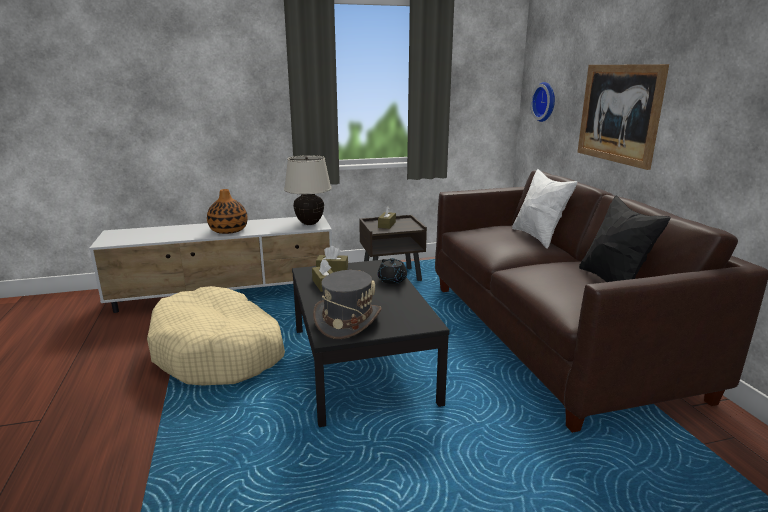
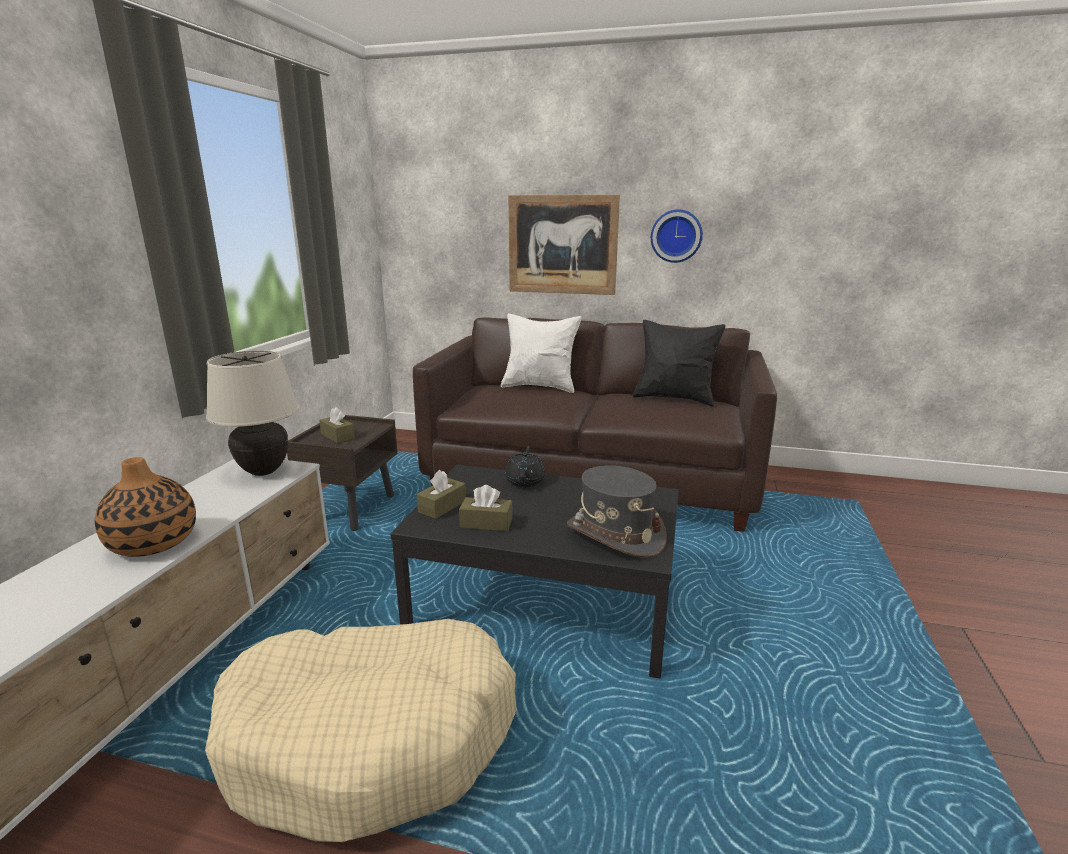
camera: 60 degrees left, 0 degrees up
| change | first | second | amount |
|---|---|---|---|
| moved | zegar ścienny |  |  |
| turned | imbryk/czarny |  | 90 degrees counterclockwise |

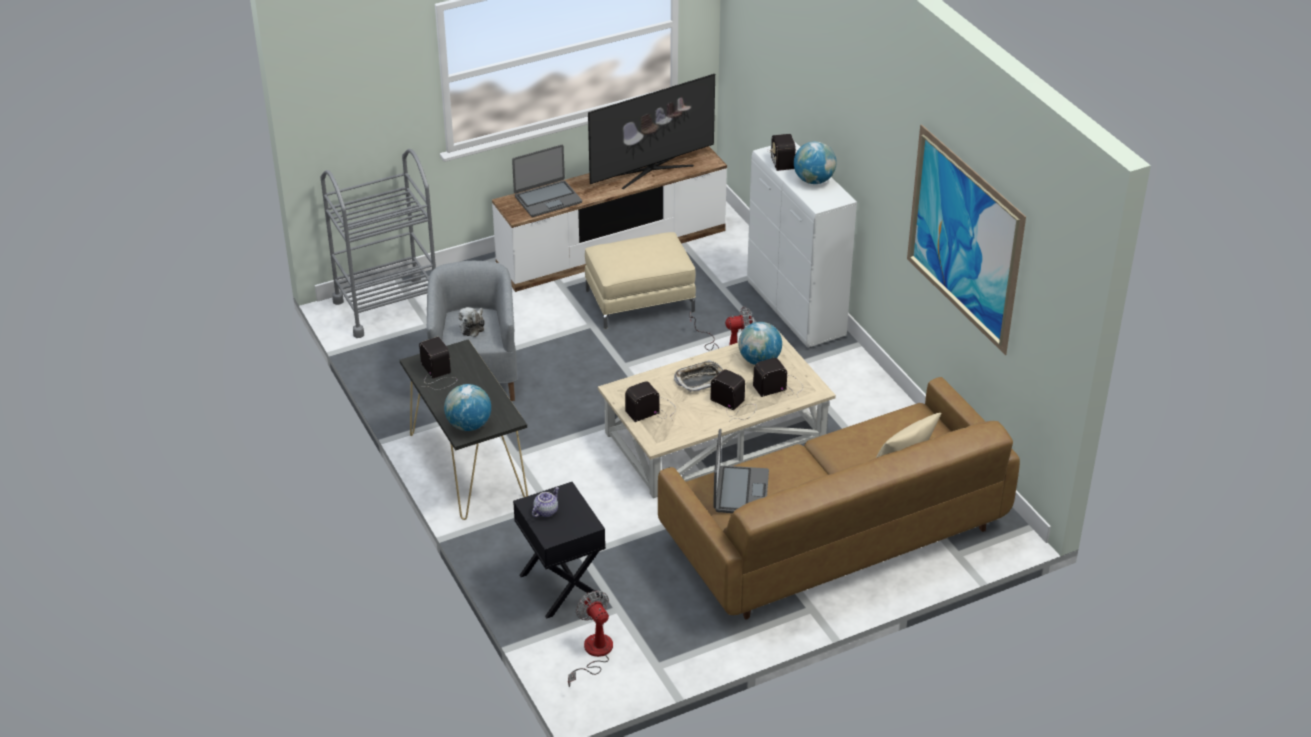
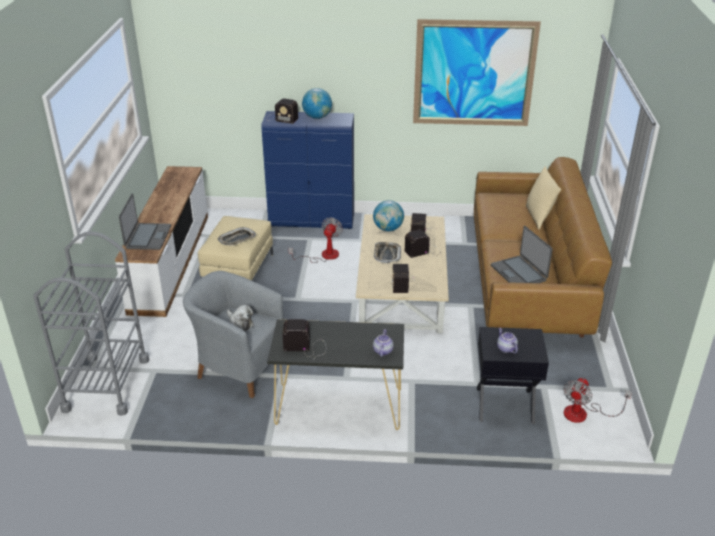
camera: 60 degrees left, 5 degrees down
| change | first | second | amount |
|---|---|---|---|
| removed | telewizor |  |  |
| added |  | taca (1st from left) |  |
| replaced | globus (1st from left) | imbryk (1st from left) |  |
| recoloured | szafka/biały | szafka/niebieski |  |
| turned | wentylator (1st from left in the first image) | wentylator (2nd from left) | 60 degrees counterclockwise |
| turned | laptop (2nd from left) |  | 150 degrees counterclockwise |

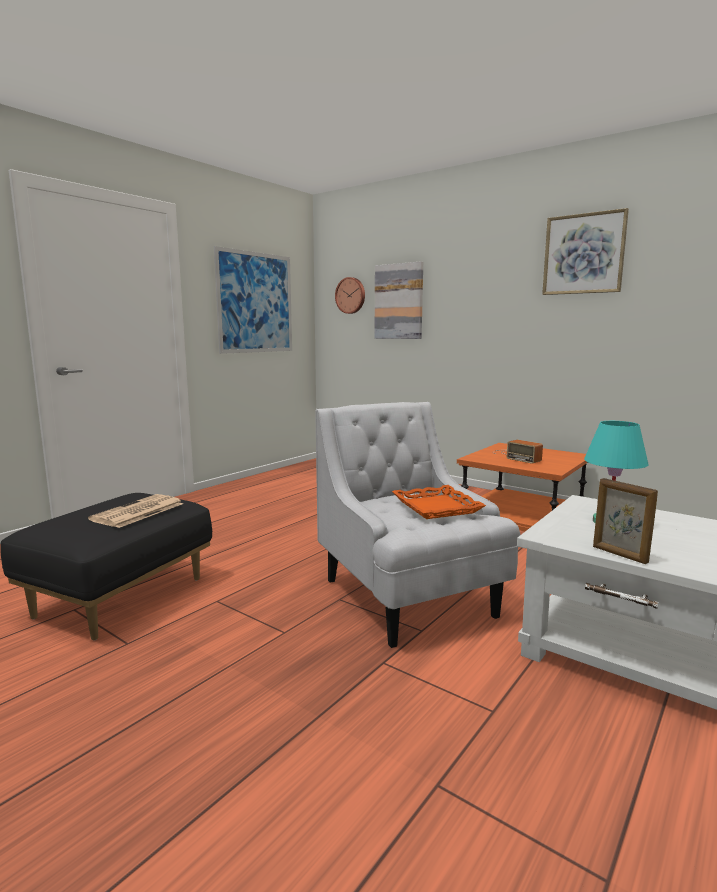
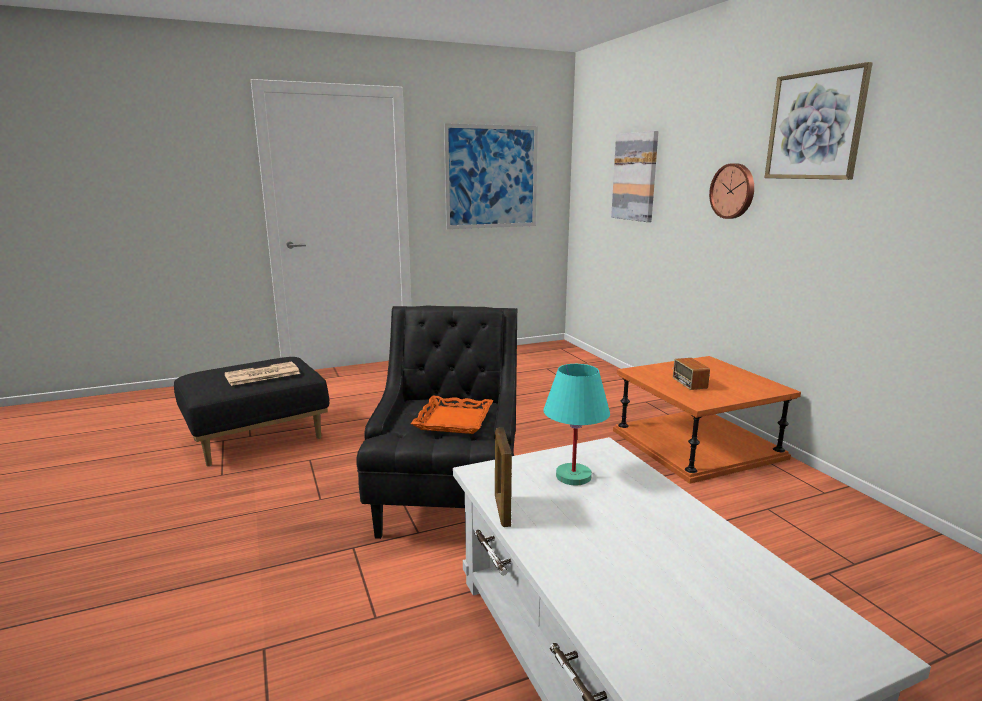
camera: 30 degrees right, 5 degrees up
| change | first | second | amount |
|---|---|---|---|
| moved | zegar ścienny |  |  |
| recoloured | fotel/biały | fotel/czarny |  |

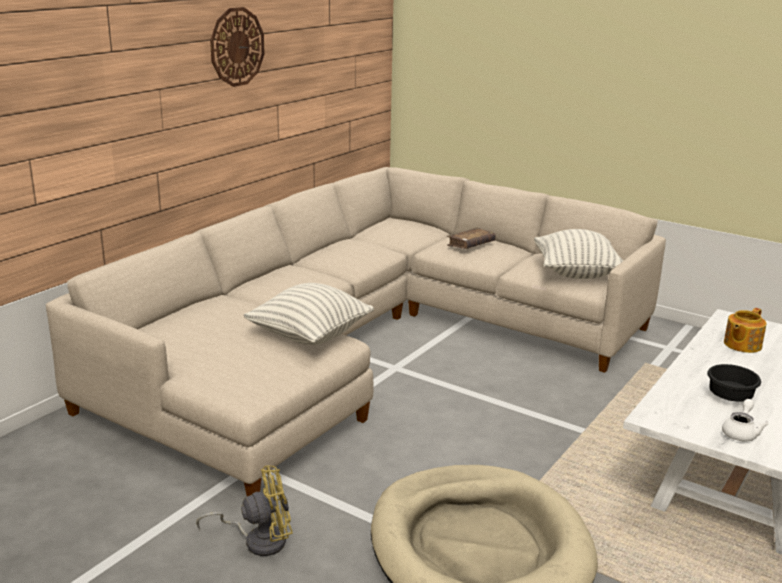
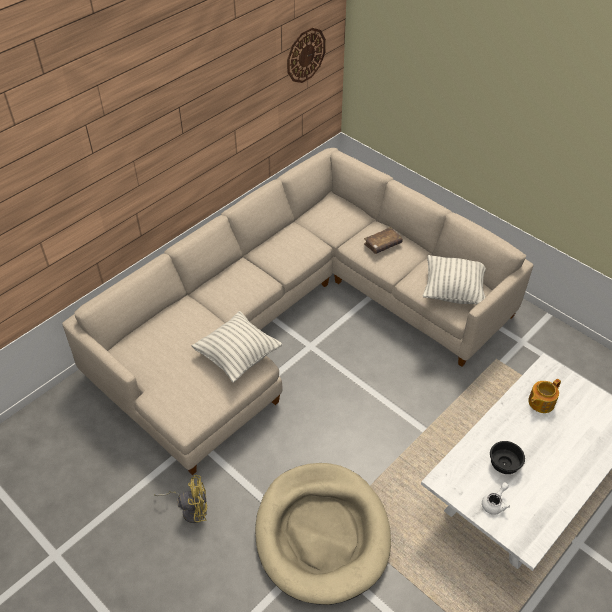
camera: 10 degrees right, 25 degrees up
| change | first | second | amount |
|---|---|---|---|
| moved | zegar ścienny |  |  |

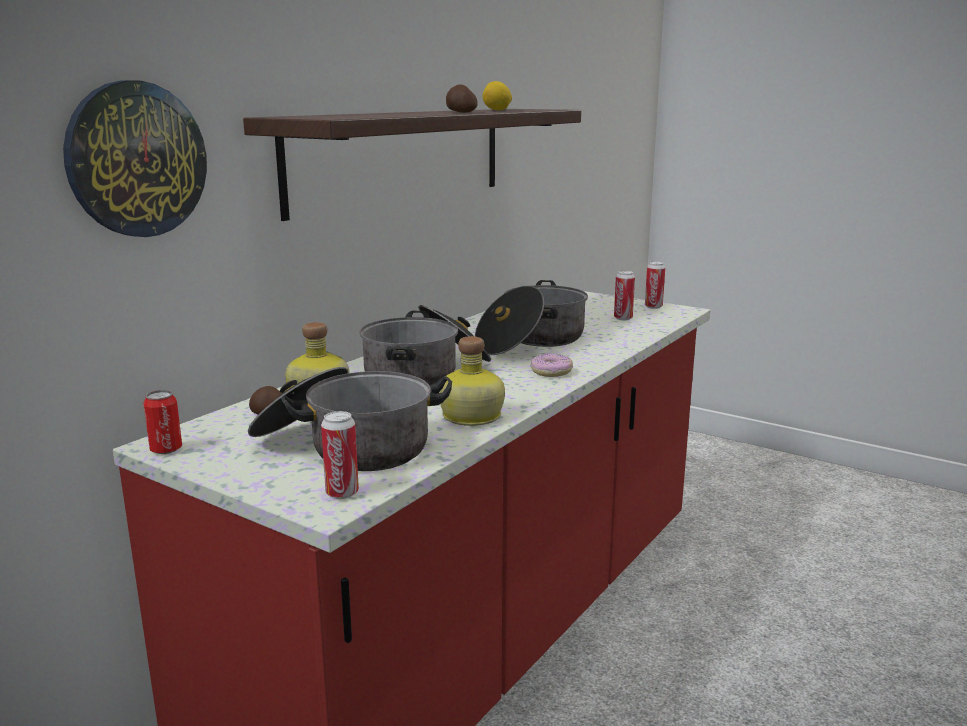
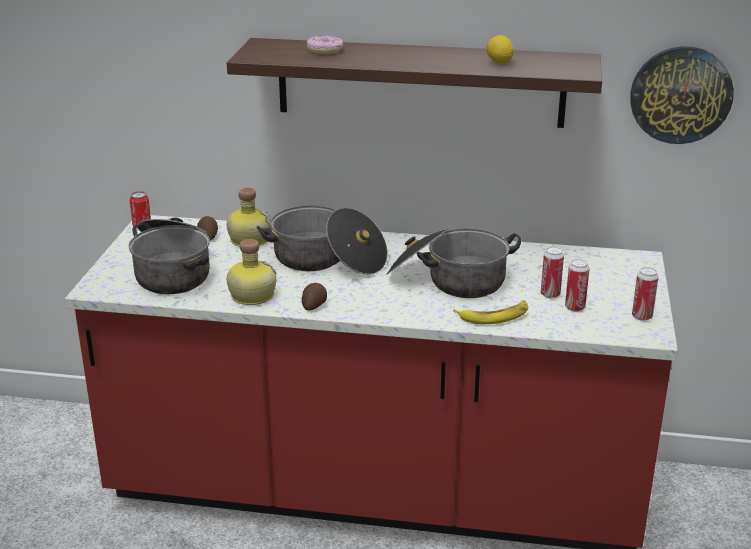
camera: 65 degrees right, 10 degrees up
| change | first | second | amount |
|---|---|---|---|
| added |  | banan |  |
| moved | zegar ścienny |  |  |
| moved | puszka (2nd from left) |  |  |
| moved | ziemniak (2nd from left) |  |  |
| moved | donut |  |  |

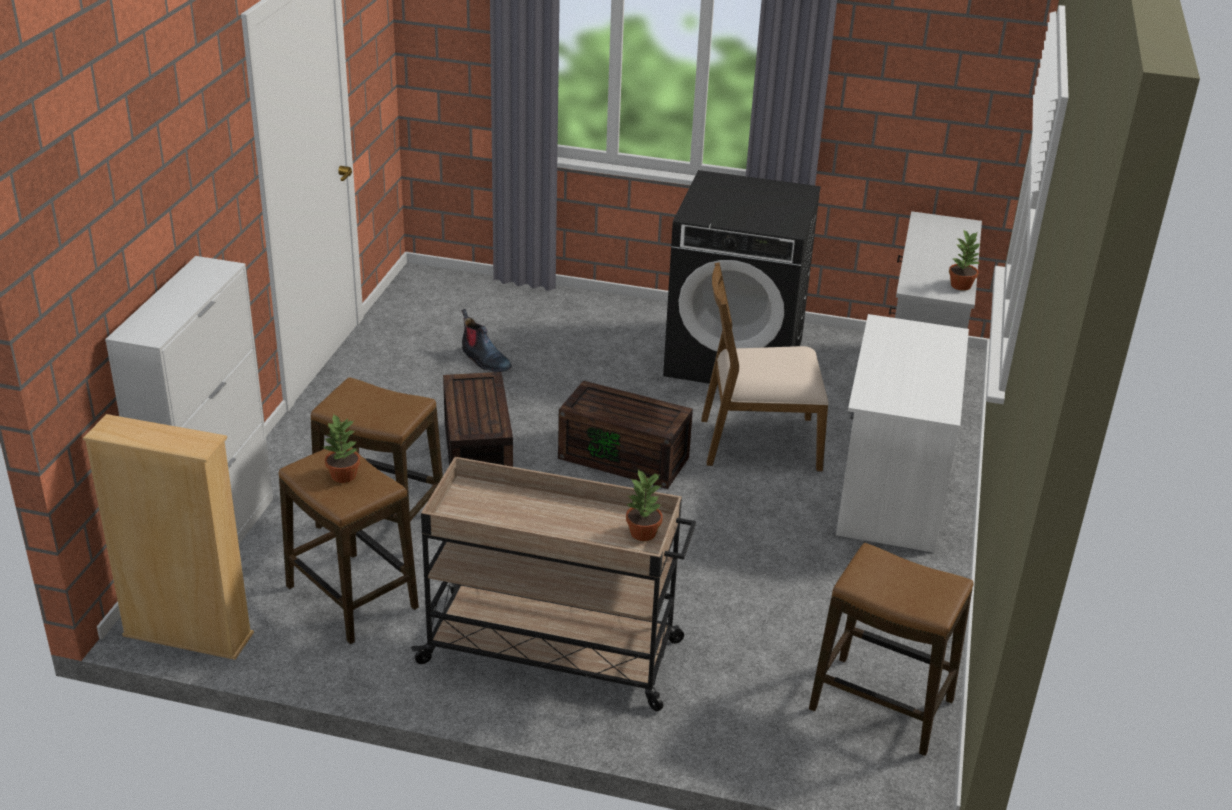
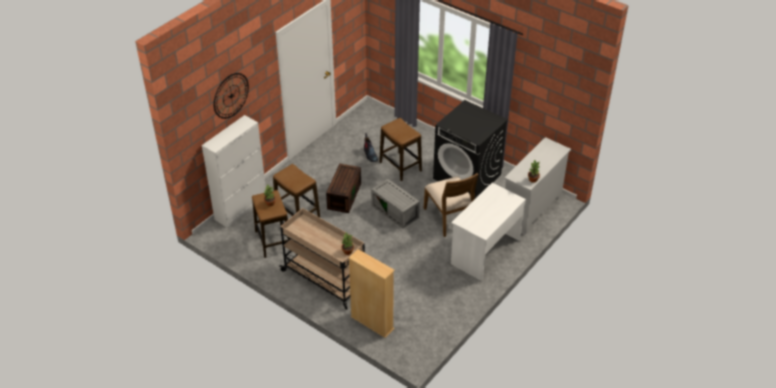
camera: 25 degrees right, 10 degrees up
| change | first | second | amount |
|---|---|---|---|
| added |  | zegar ścienny |  |
| moved | regał/beżowy |  |  |
| moved | stołek (3rd from left) |  |  |
| recoloured | pojemnik do przechowywania/brązowy (2nd from left) | pojemnik do przechowywania/szary |  |
| turned | krzesło/brązowy |  | 135 degrees counterclockwise |

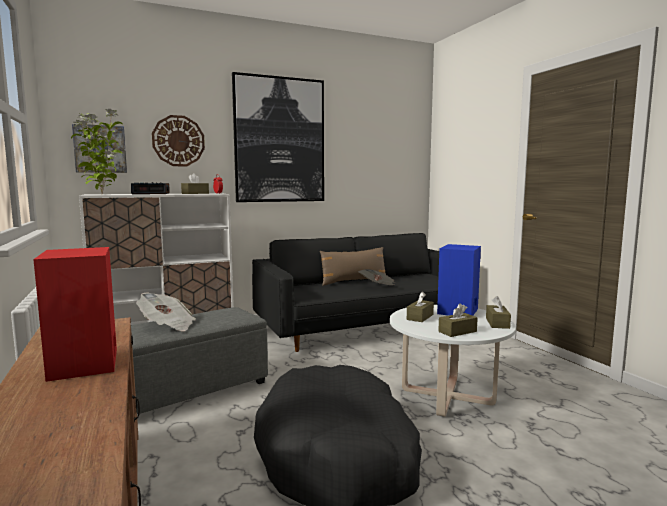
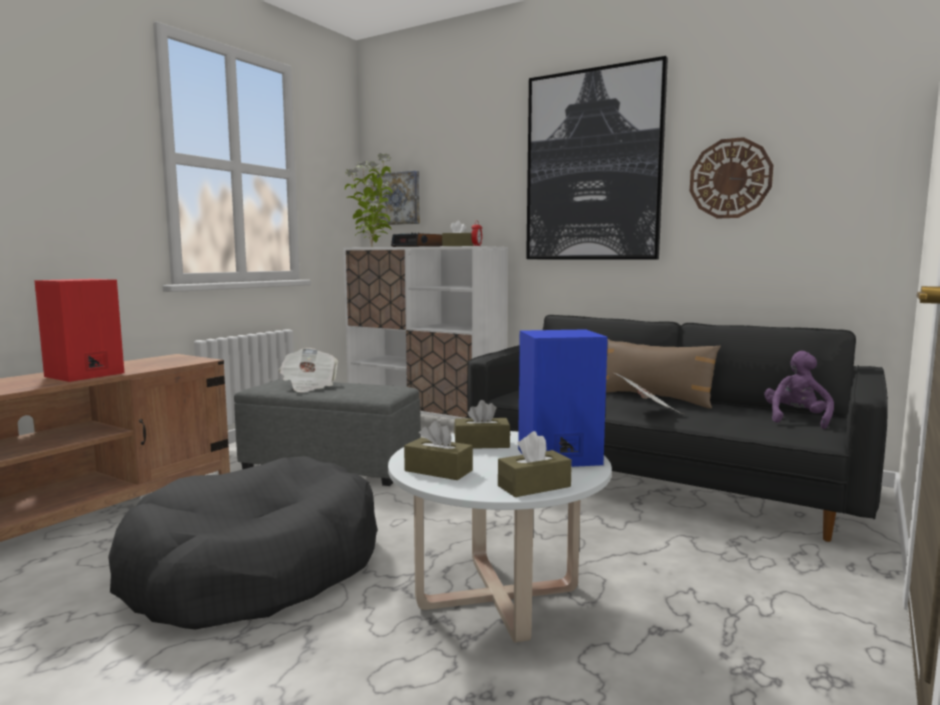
camera: 55 degrees right, 0 degrees up
| change | first | second | amount |
|---|---|---|---|
| added |  | pluszak/fioletowy |  |
| moved | zegar ścienny |  |  |

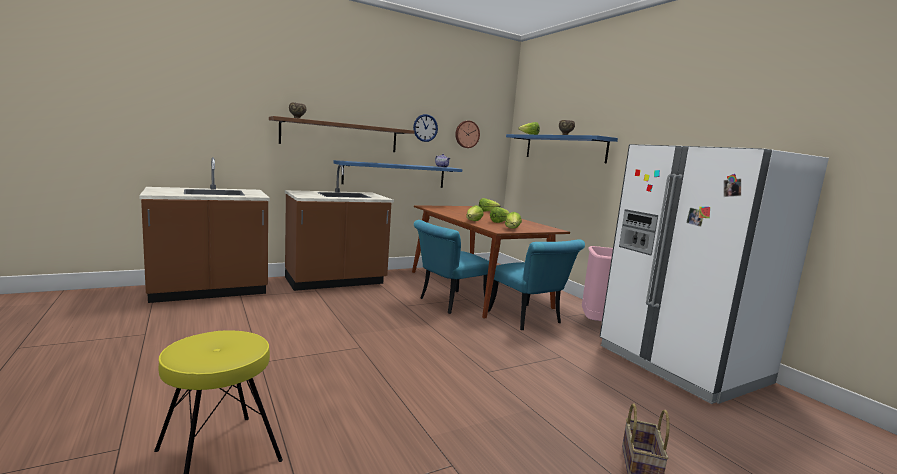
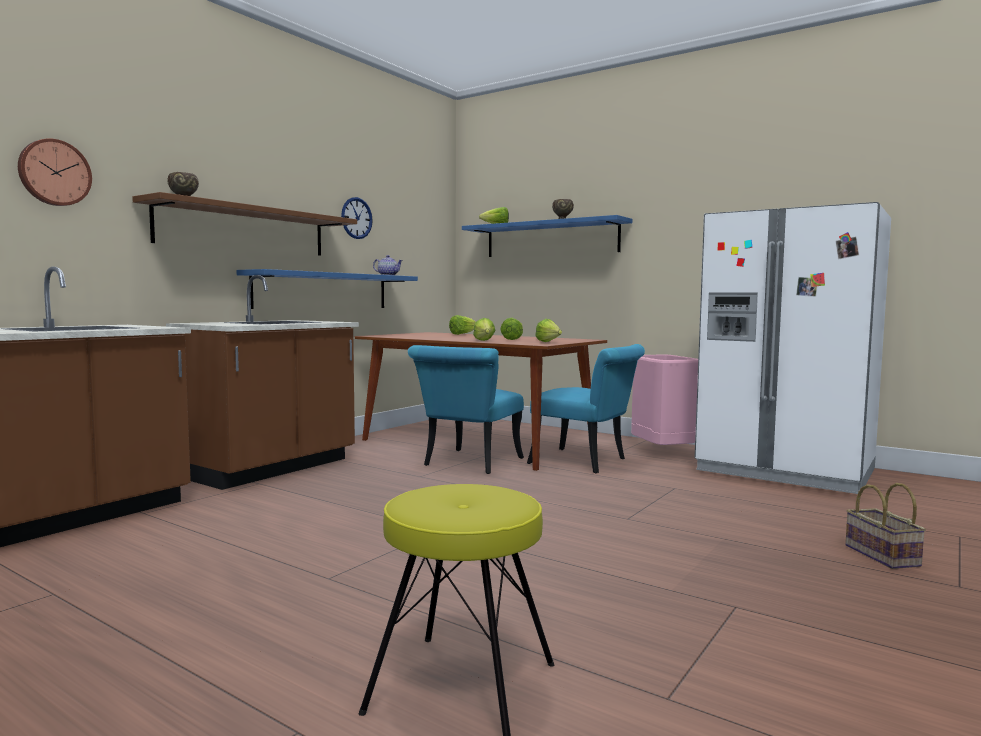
camera: 25 degrees left, 5 degrees down
| change | first | second | amount |
|---|---|---|---|
| moved | zegar ścienny (2nd from left in the first image) | zegar ścienny (1st from left) |  |

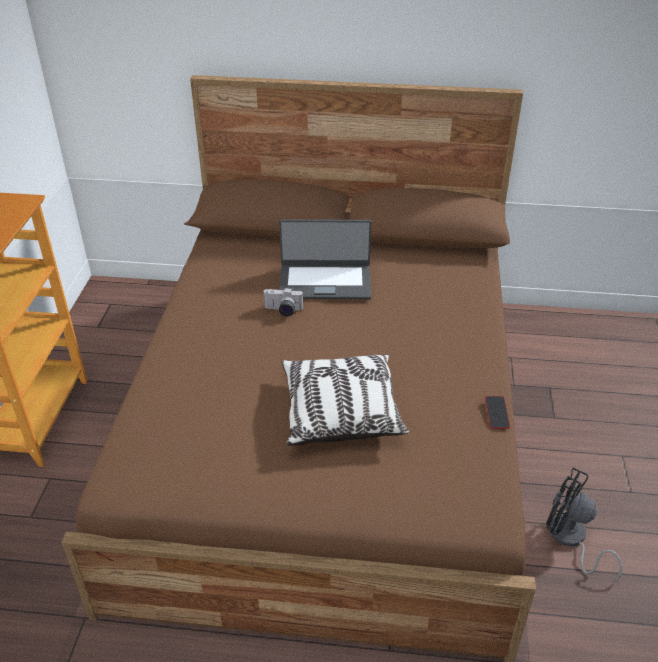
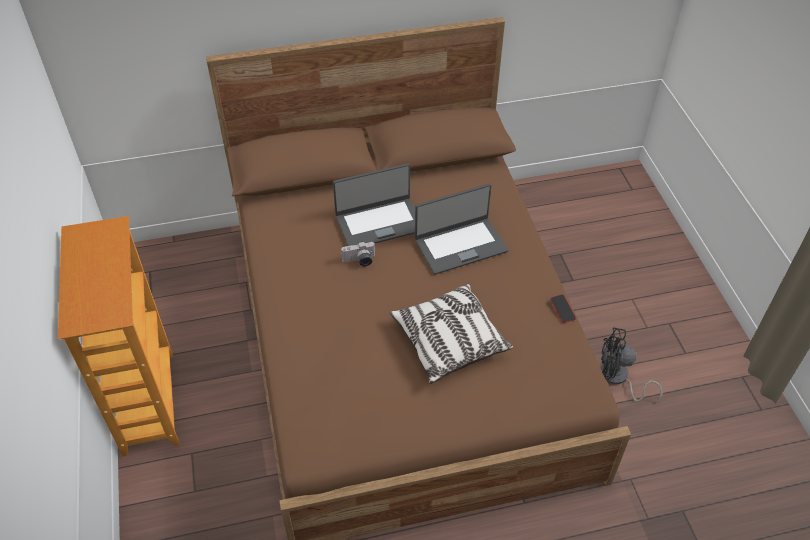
camera: 20 degrees left, 10 degrees up
| change | first | second | amount |
|---|---|---|---|
| added |  | laptop (2nd from left) |  |

